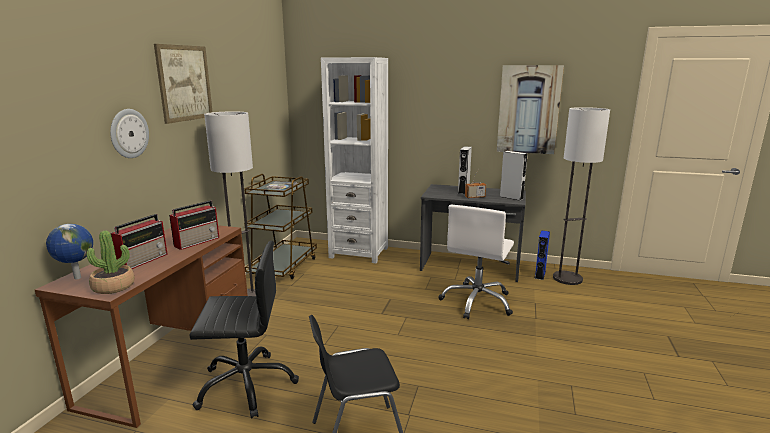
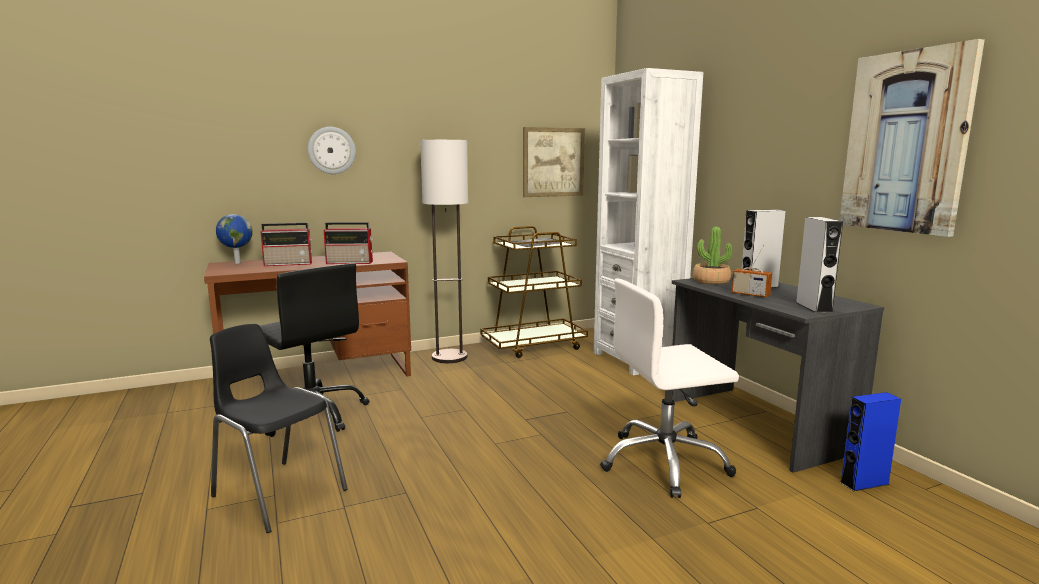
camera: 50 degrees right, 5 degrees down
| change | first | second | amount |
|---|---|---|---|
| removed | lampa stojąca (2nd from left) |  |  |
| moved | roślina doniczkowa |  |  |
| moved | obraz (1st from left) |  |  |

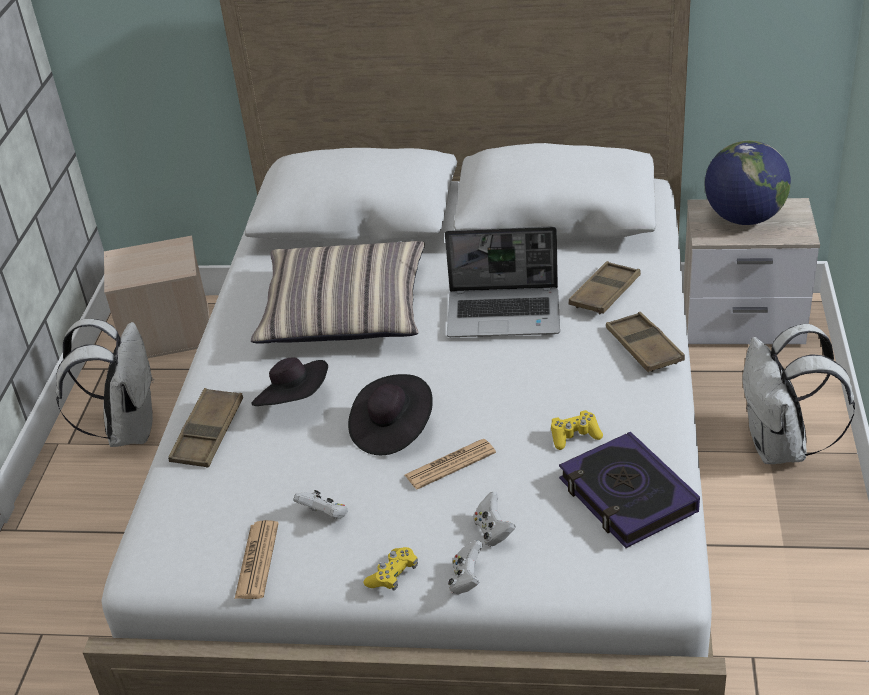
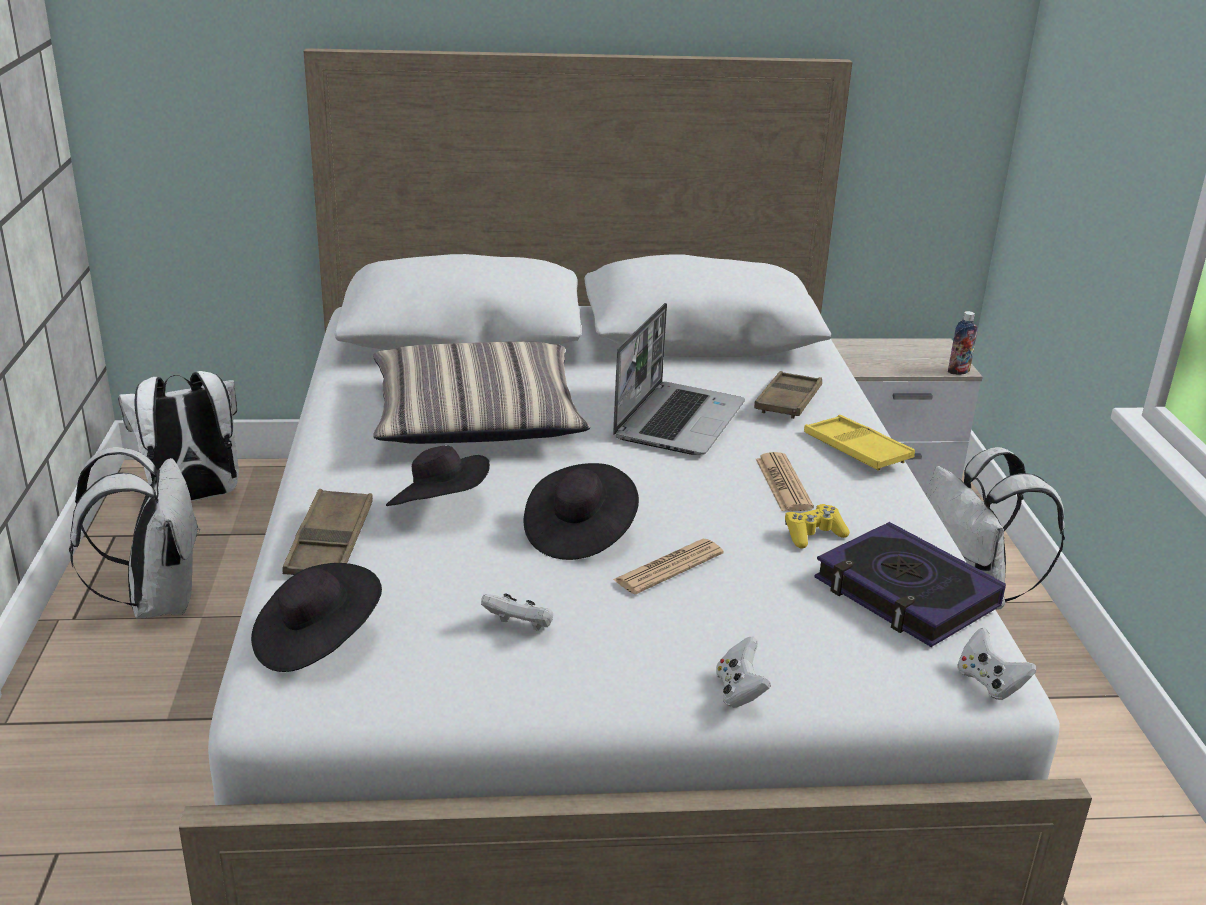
camera: 15 degrees left, 10 degrees down
| change | first | second | amount |
|---|---|---|---|
| removed | pad do gier/żółty (1st from left) |  |  |
| removed | globus |  |  |
| added |  | kapelusz/czarny (1st from left) |  |
| added |  | butelka |  |
| moved | gazeta (1st from left in the first image) | gazeta (2nd from left) |  |
| moved | pad do gier/biały (3rd from left) |  |  |
| replaced | pojemnik do przechowywania/beżowy | plecak/biały (2nd from left) |  |
| recoloured | taca/brązowy (3rd from left) | taca/żółty |  |
| turned | laptop |  | 60 degrees counterclockwise |

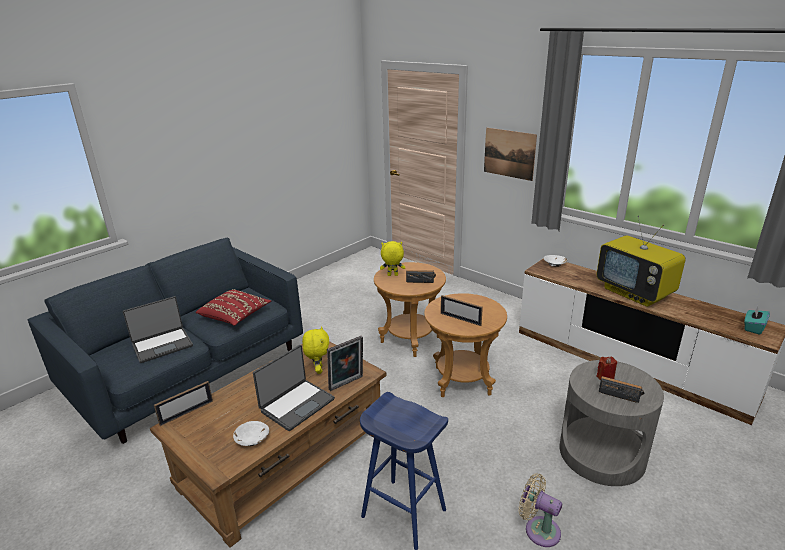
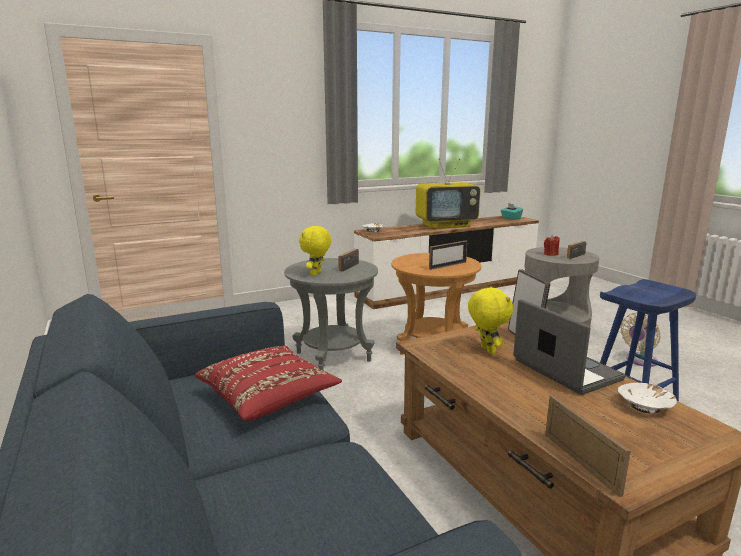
camera: 70 degrees left, 10 degrees down
| change | first | second | amount |
|---|---|---|---|
| removed | laptop (1st from left) |  |  |
| removed | obraz |  |  |
| recoloured | stolik/brązowy (1st from left) | stolik/szary (1st from left) |  |
| turned | pluszak/żółty (1st from left in the first image) | pluszak/żółty (2nd from left) | 60 degrees clockwise |

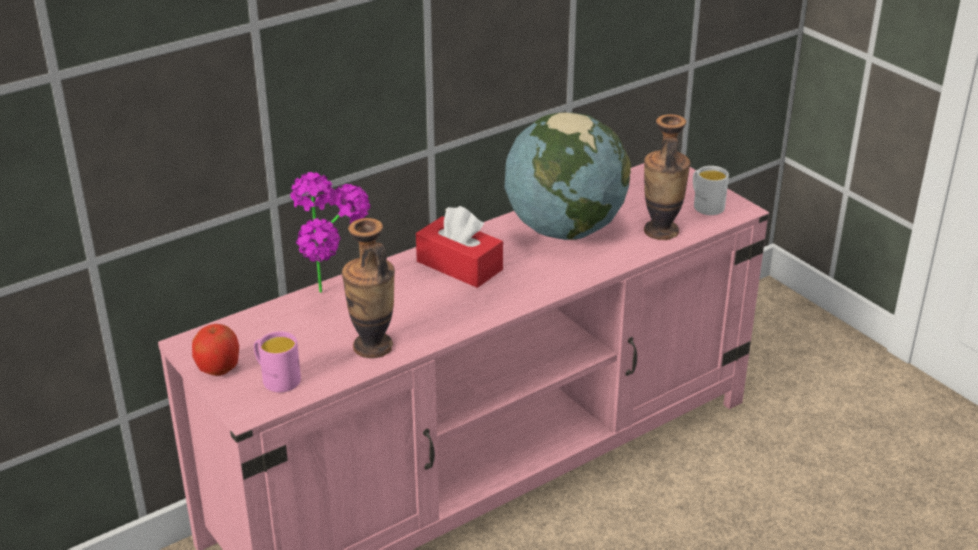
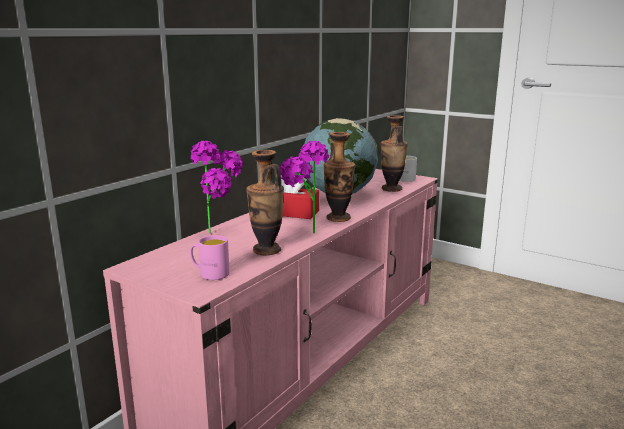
camera: 20 degrees left, 15 degrees down
| change | first | second | amount |
|---|---|---|---|
| removed | jabłko |  |  |
| added |  | roślina doniczkowa (2nd from left) |  |
| added |  | wazon (2nd from left) |  |

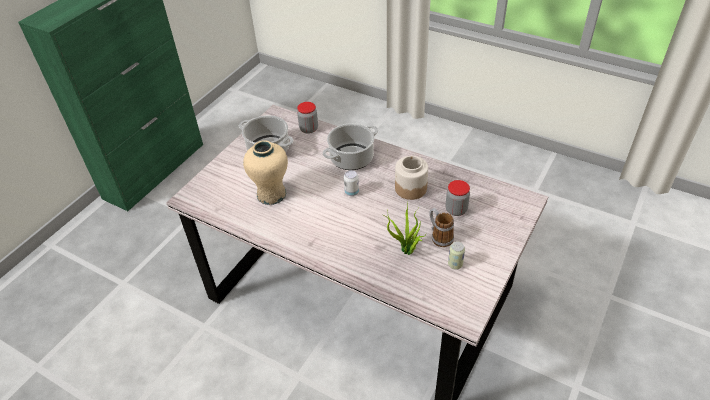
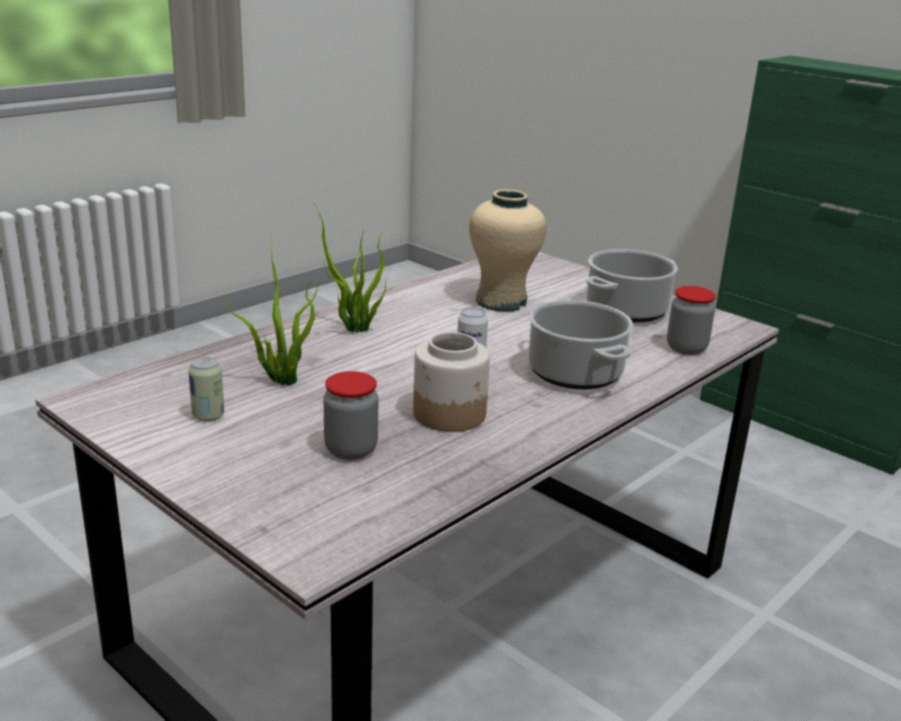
camera: 100 degrees right, 20 degrees down
| change | first | second | amount |
|---|---|---|---|
| removed | kubek |  |  |
| added |  | roślina doniczkowa (2nd from left) |  |

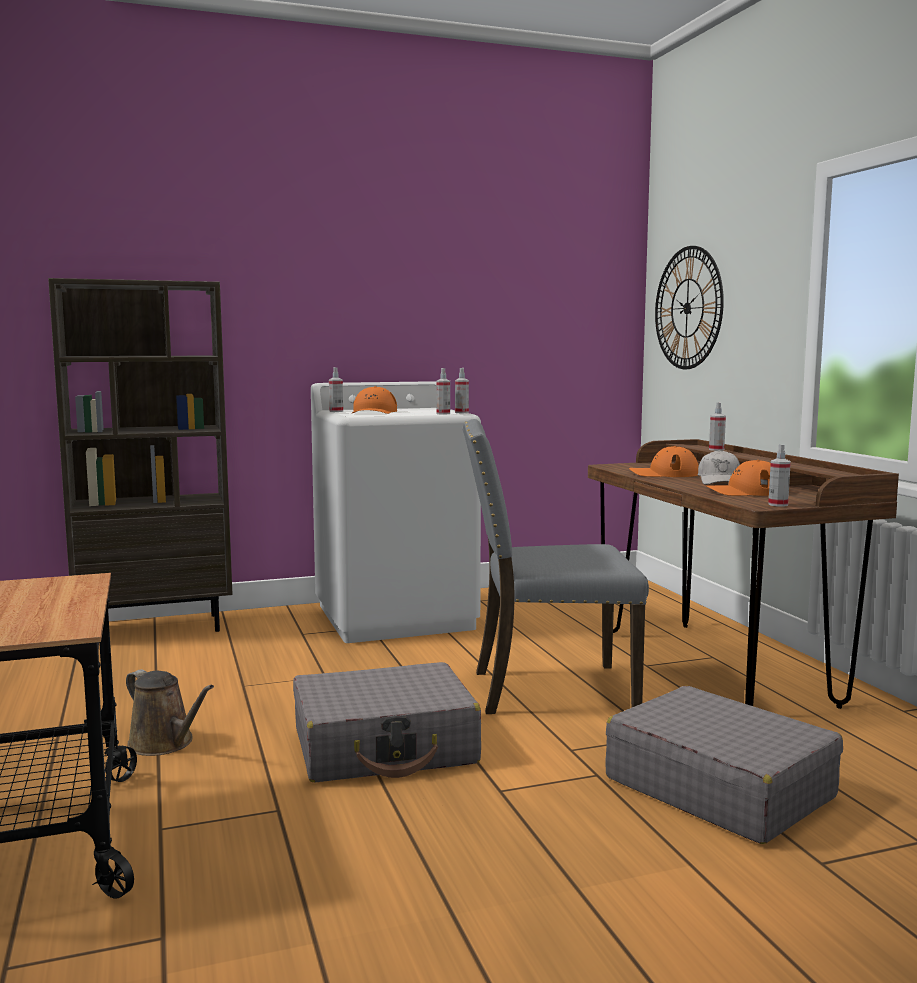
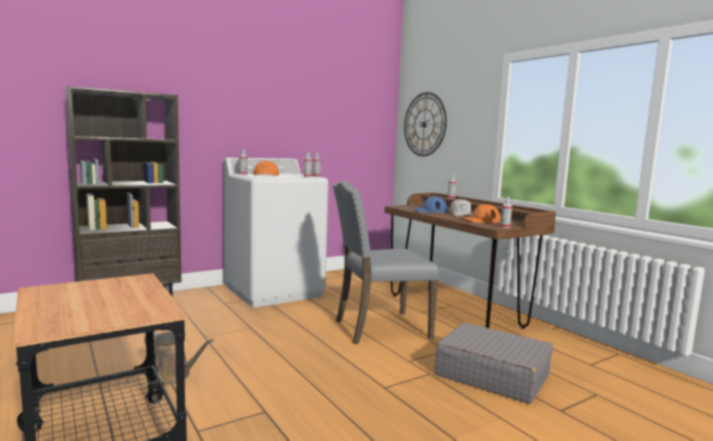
camera: 15 degrees left, 0 degrees up
| change | first | second | amount |
|---|---|---|---|
| removed | walizka/szary (1st from left) |  |  |
| recoloured | czapka z daszkiem/pomarańczowy (2nd from left) | czapka z daszkiem/niebieski |  |

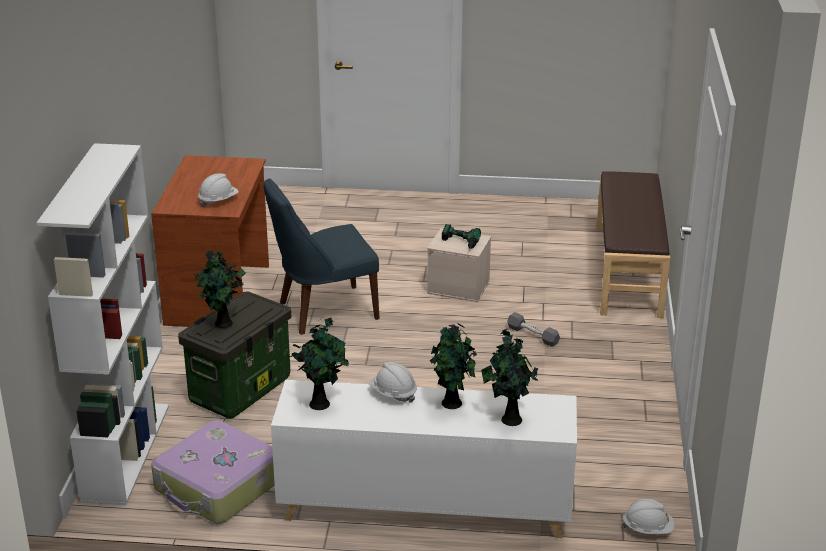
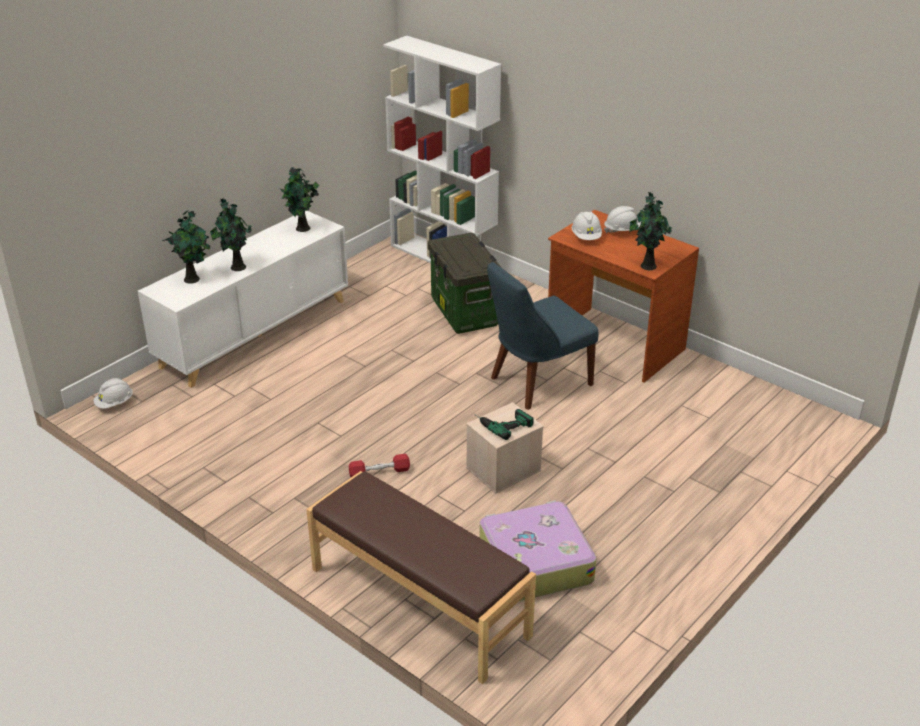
camera: 125 degrees right, 5 degrees up
| change | first | second | amount |
|---|---|---|---|
| moved | walizka |  |  |
| moved | roślina doniczkowa (1st from left in the first image) | roślina doniczkowa (4th from left) |  |
| moved | kask/biały (2nd from left in the first image) | kask/biały (3rd from left) |  |
| recoloured | hantel/szary | hantel/czerwony |  |
| turned | krzesło/niebieski |  | 135 degrees counterclockwise |

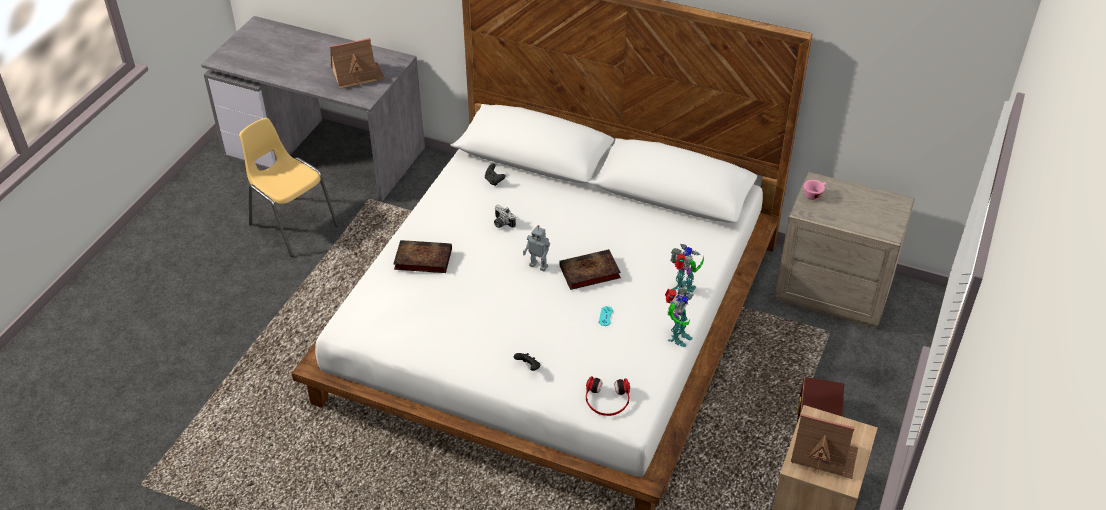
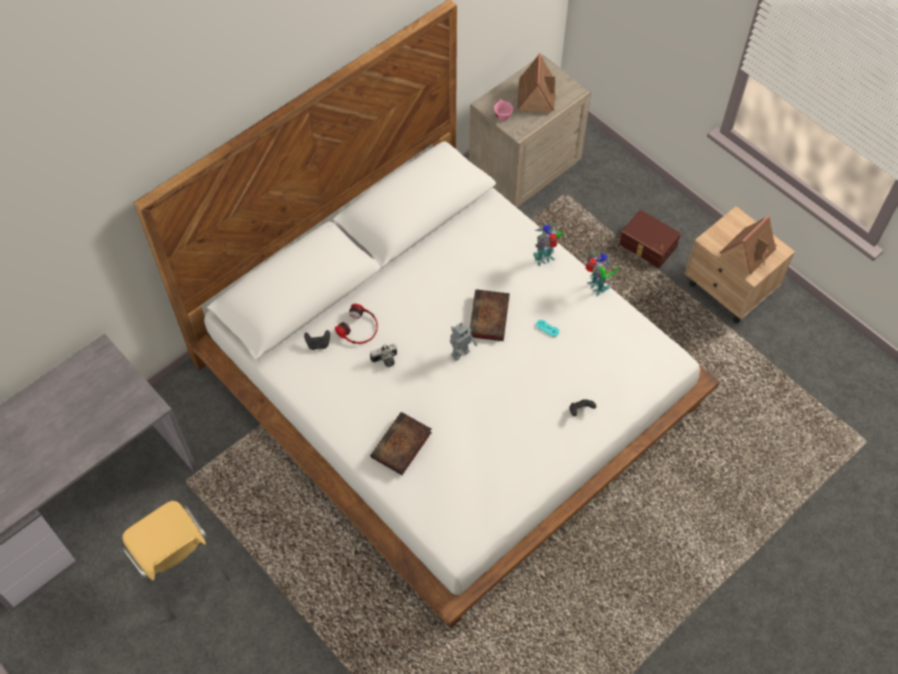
camera: 65 degrees left, 15 degrees up
| change | first | second | amount |
|---|---|---|---|
| moved | domek (1st from left) |  |  |
| moved | słuchawki |  |  |
| turned | krzesło/żółty |  | 105 degrees counterclockwise |

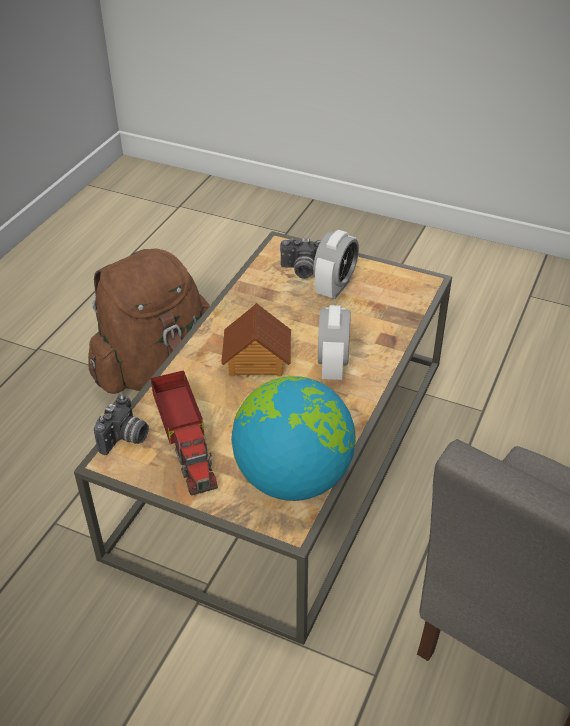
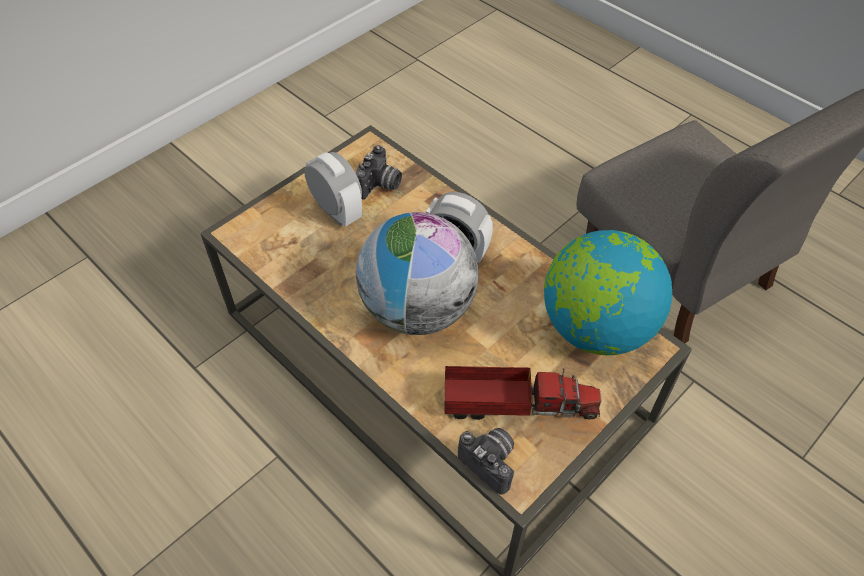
camera: 70 degrees left, 10 degrees up
| change | first | second | amount |
|---|---|---|---|
| removed | plecak/brązowy |  |  |
| moved | aparat fotograficzny (2nd from left in the first image) | aparat fotograficzny (1st from left) |  |
| replaced | domek | globus (1st from left) |  |

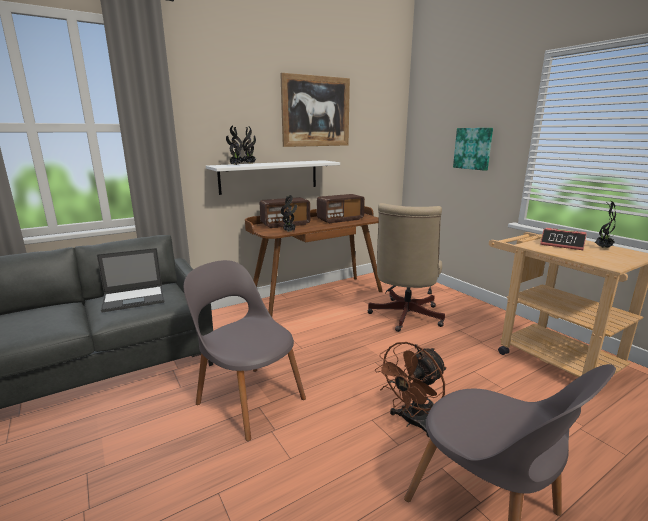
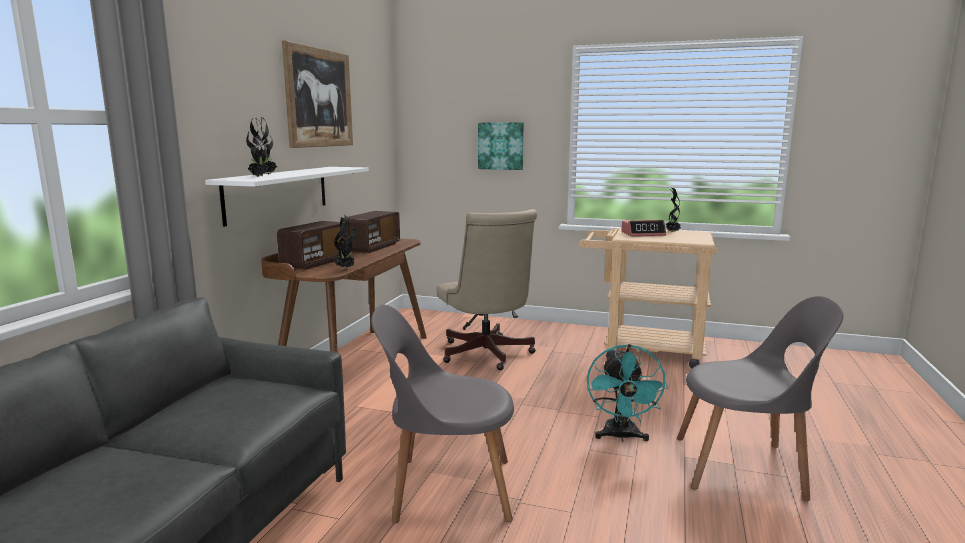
camera: 40 degrees left, 5 degrees down
| change | first | second | amount |
|---|---|---|---|
| removed | laptop |  |  |
| recoloured | wentylator/brązowy | wentylator/turkusowy |  |

